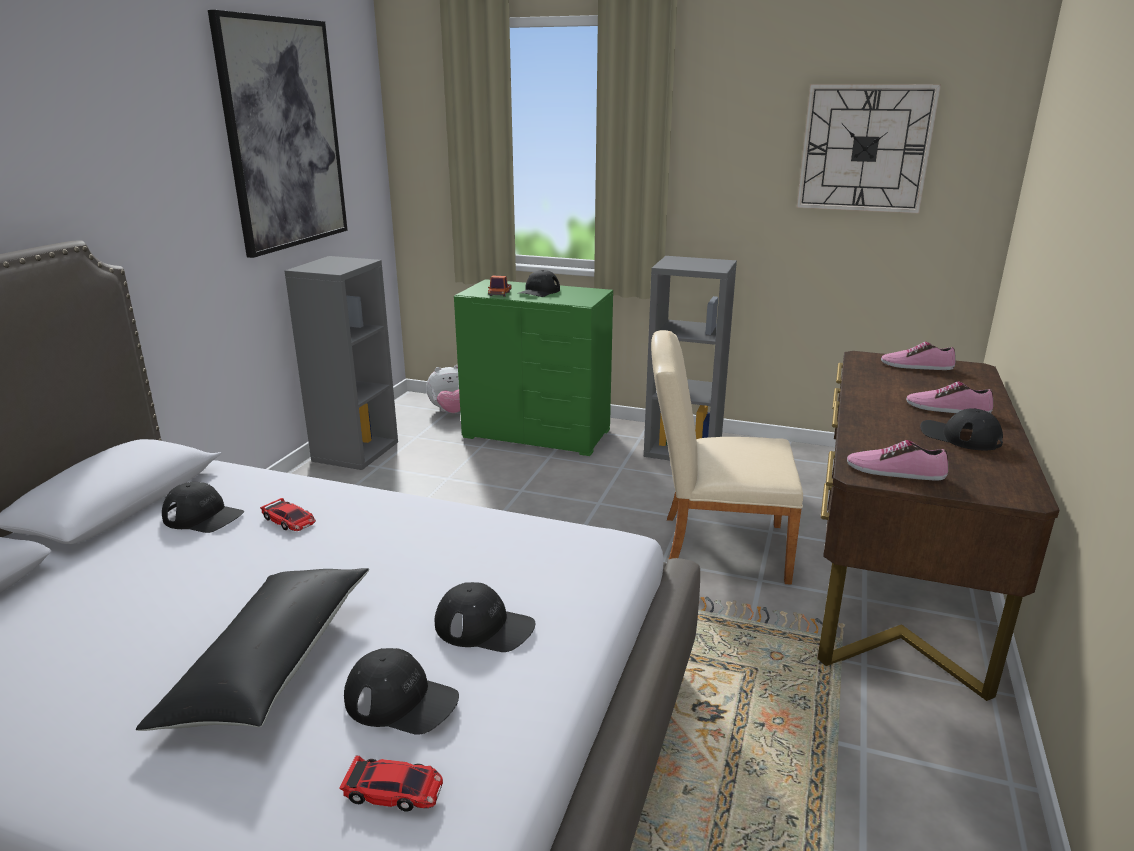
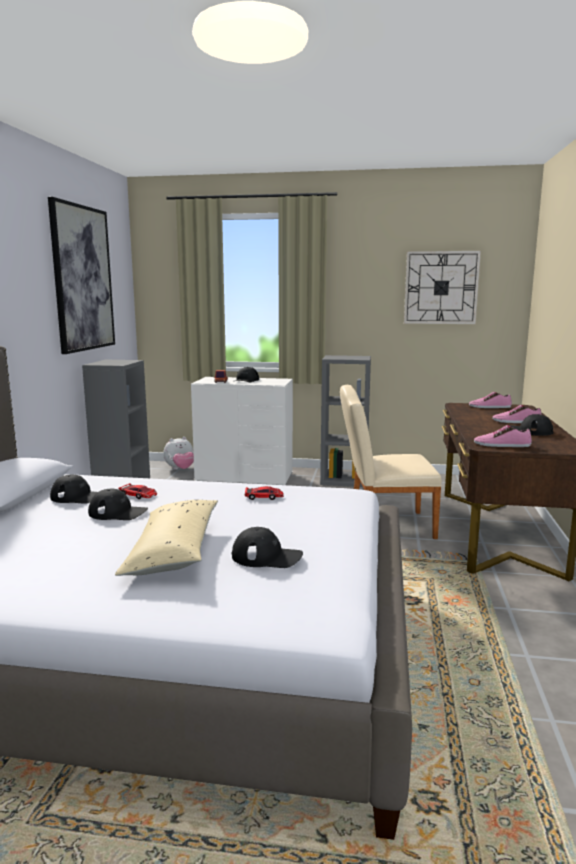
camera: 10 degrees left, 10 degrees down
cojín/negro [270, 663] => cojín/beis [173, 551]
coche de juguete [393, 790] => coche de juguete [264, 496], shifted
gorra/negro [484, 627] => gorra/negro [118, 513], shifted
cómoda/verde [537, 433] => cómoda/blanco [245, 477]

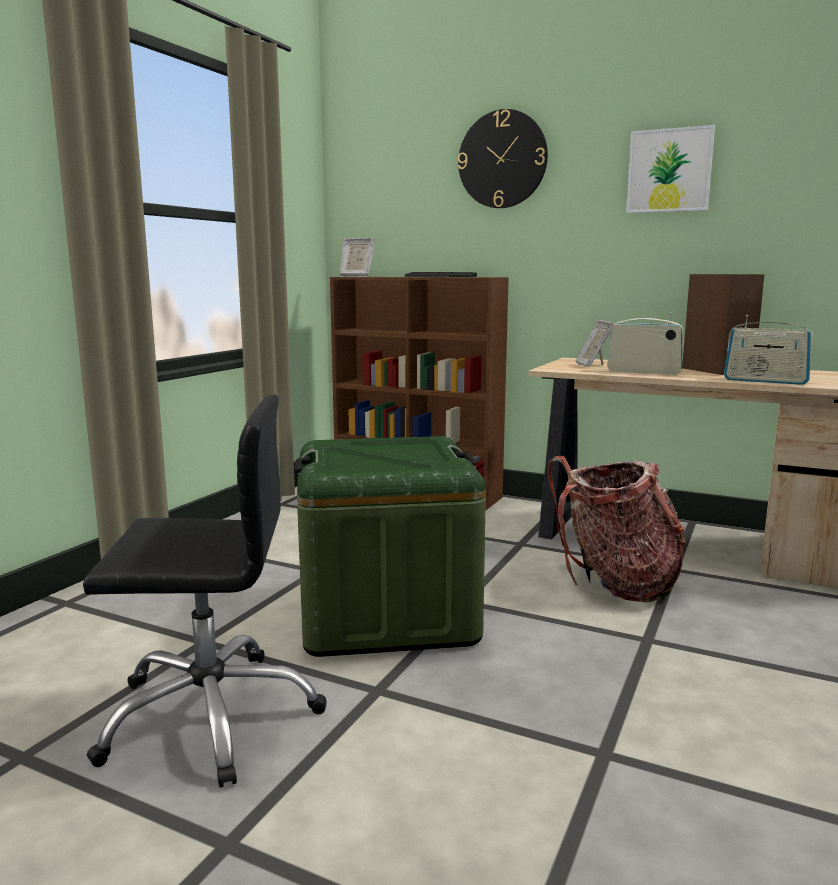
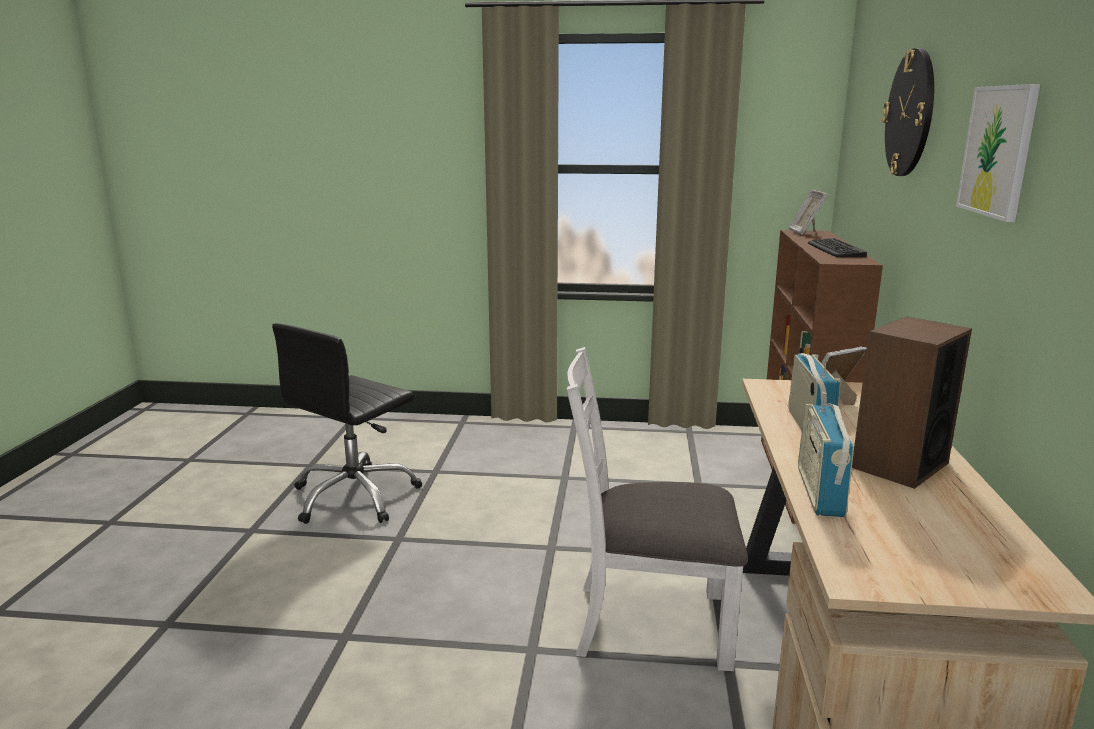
camera: 70 degrees right, 5 degrees up
silla de oficina/negro [211, 715] => silla de oficina/negro [355, 496], 60 degrees clockwise
caja de almacenaje/verde [387, 613] => nothing
mochila [615, 584] => silla/blanco [650, 623]

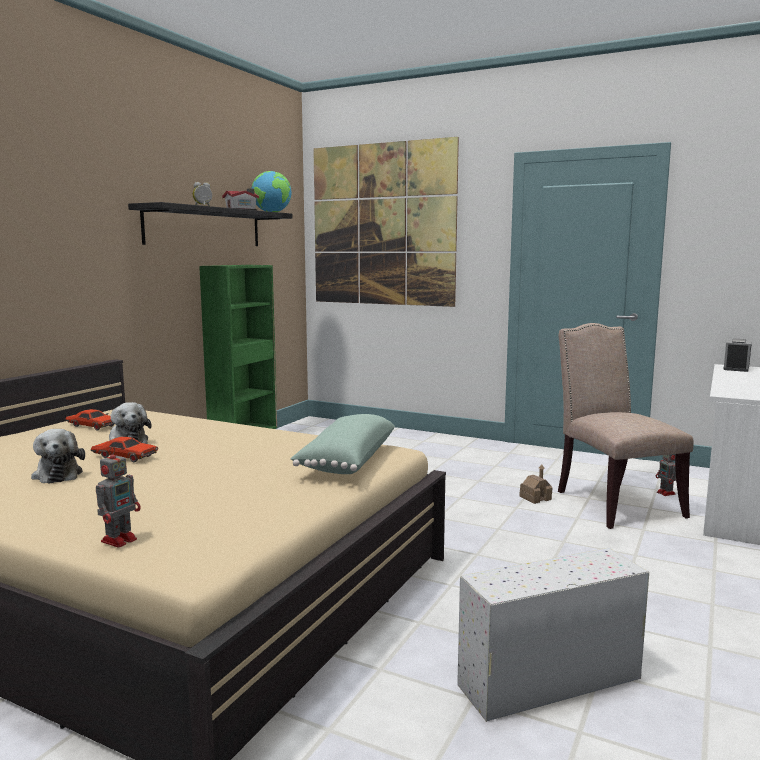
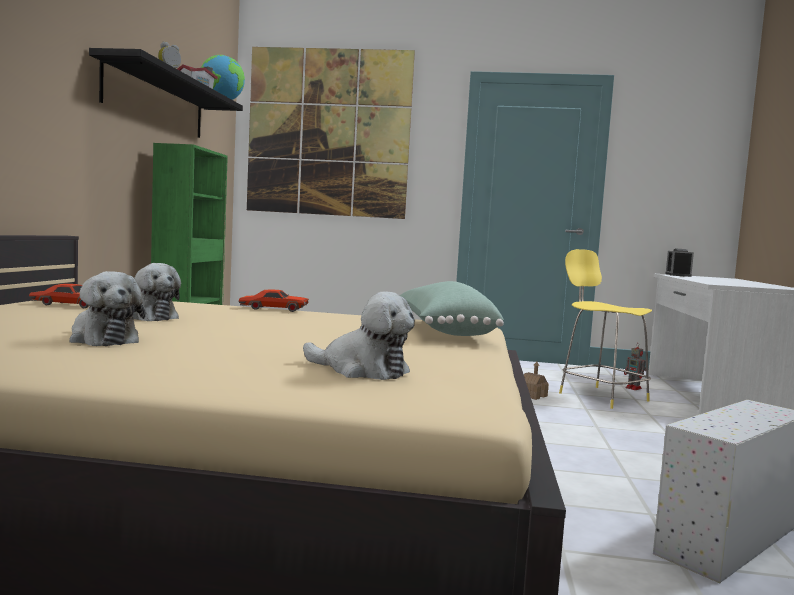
camera: 20 degrees left, 5 degrees down
coche de juguete/rojo [124, 457] => coche de juguete/rojo [273, 309], shifted
robot de juguete [120, 539] => nothing
silla/beis [613, 502] => taburete/amarillo [600, 396]
nothing => peluche [362, 370]

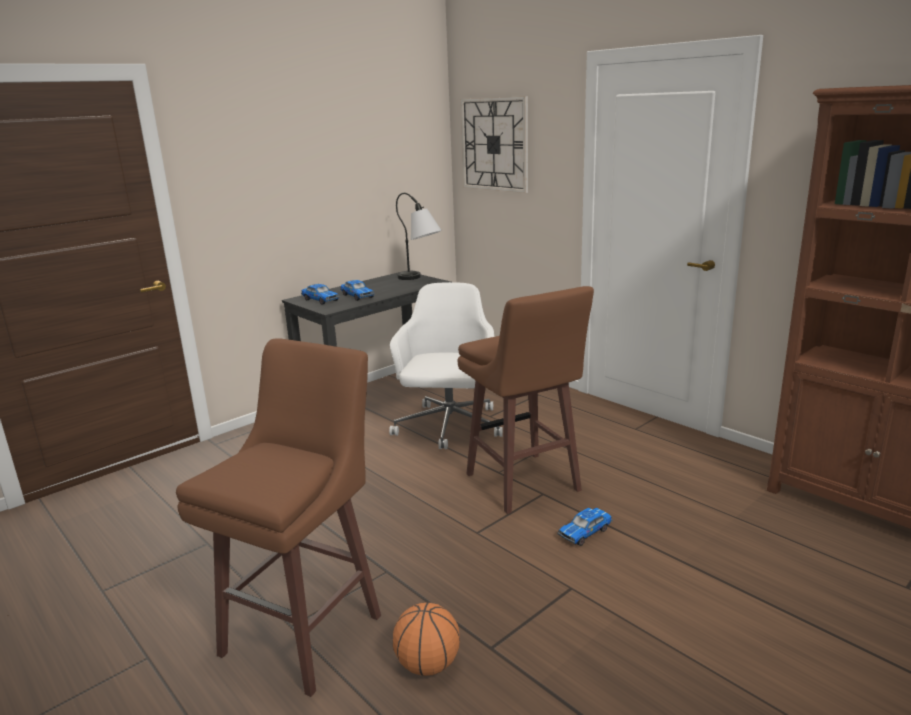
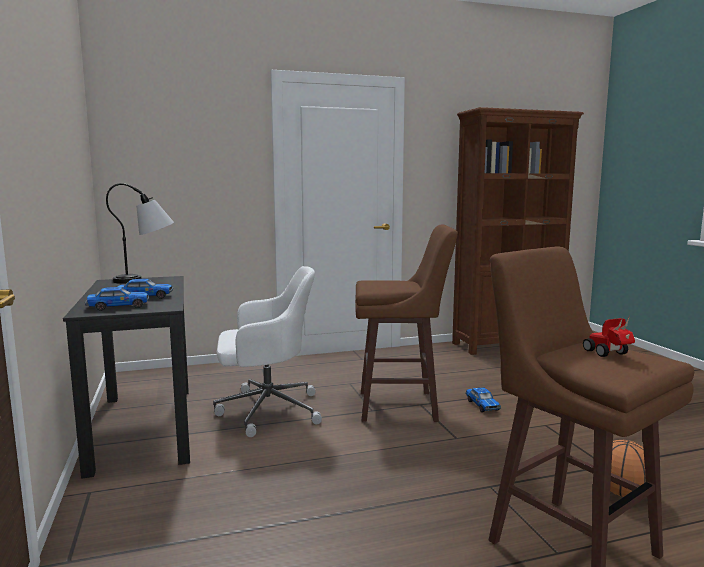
camera: 65 degrees left, 10 degrees down
silla de oficina/blanco [449, 427] => silla de oficina/blanco [266, 410], 135 degrees clockwise
reloj de pared [494, 144] => nothing
nothing => coche de juguete [609, 354]

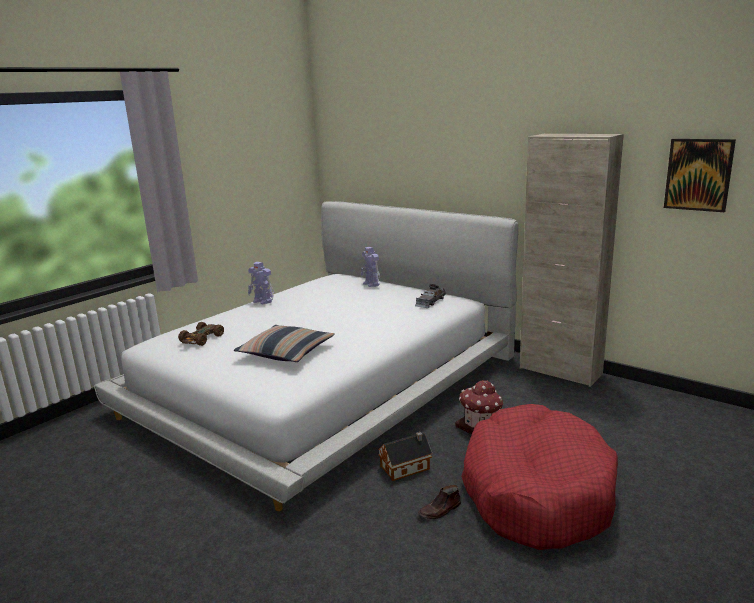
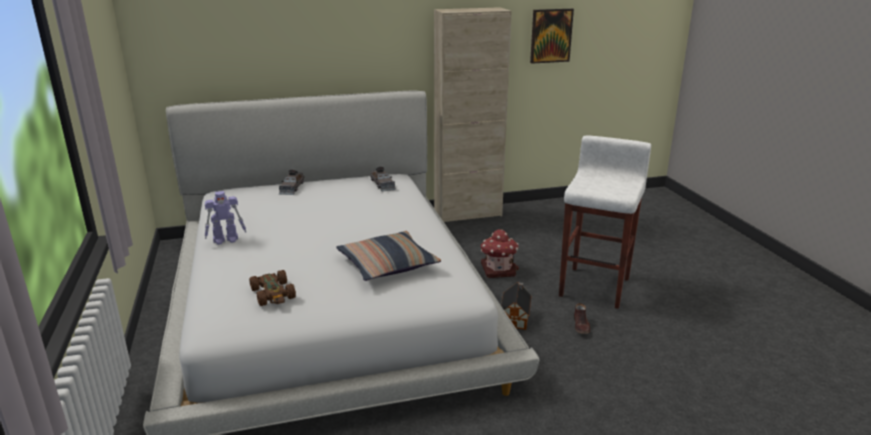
camera: 55 degrees left, 5 degrees up
robot de juguete [371, 284] => coche de juguete/gris [291, 188]
cama para perro/rojo [536, 491] => taburete/blanco [596, 286]

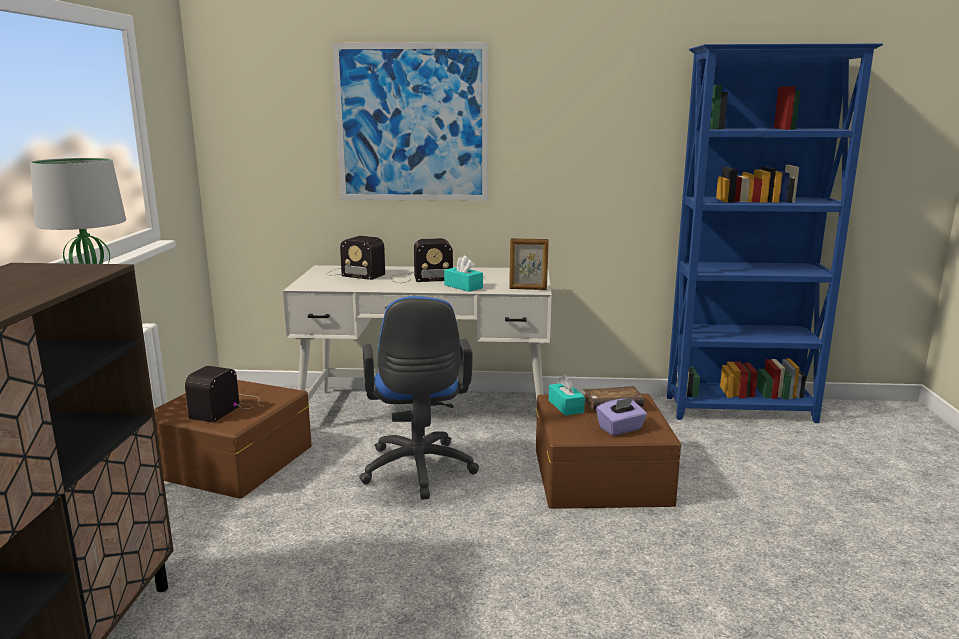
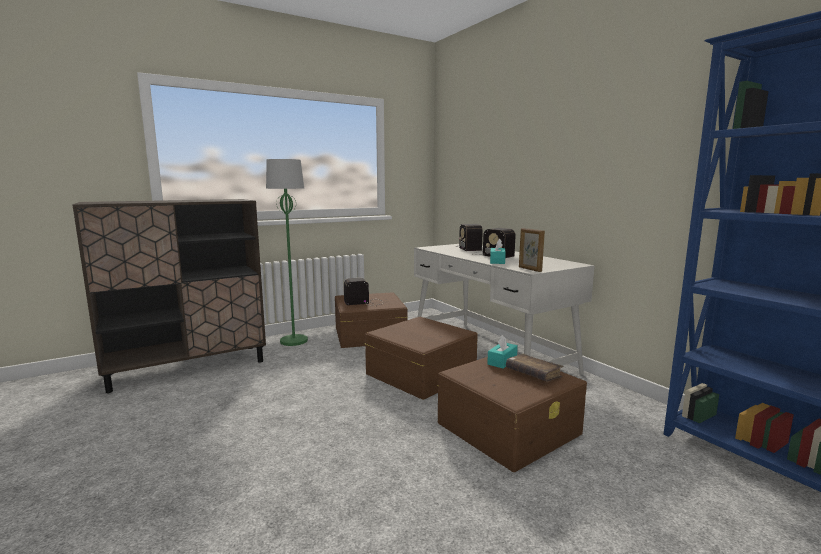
camera: 55 degrees right, 5 degrees down
cuadro [412, 123] => nothing
silla de oficina/azul [418, 472] => caja de almacenaje/marrón [420, 373]
caja de pañuelos/morado [620, 429] => nothing

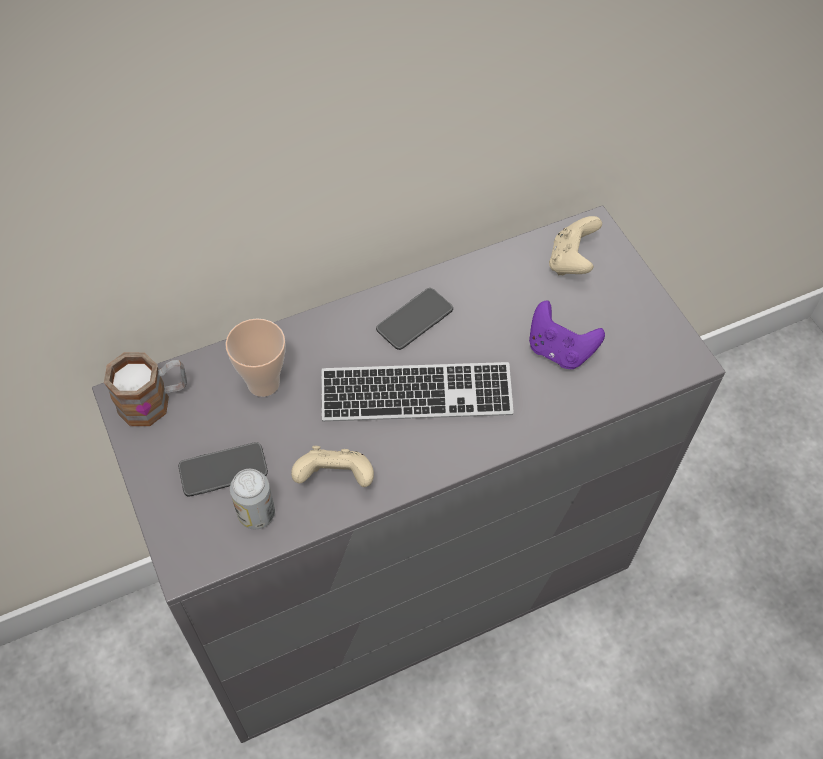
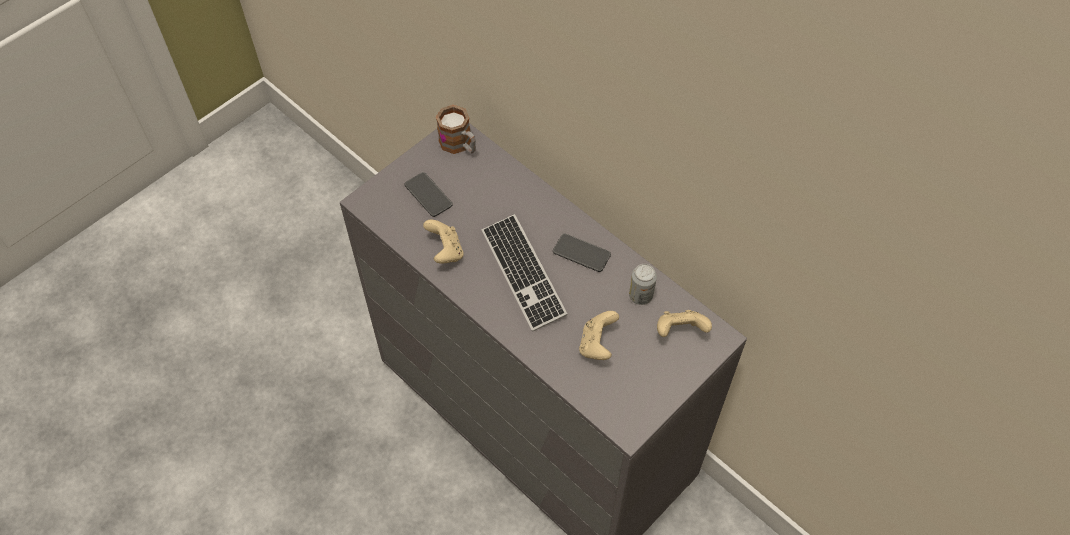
camera: 70 degrees right, 0 degrees up
taza [263, 383] => nothing
lata [256, 514] => lata [640, 296], shifted
mando de consola/morado [559, 350] => mando de consola/beis [597, 344]

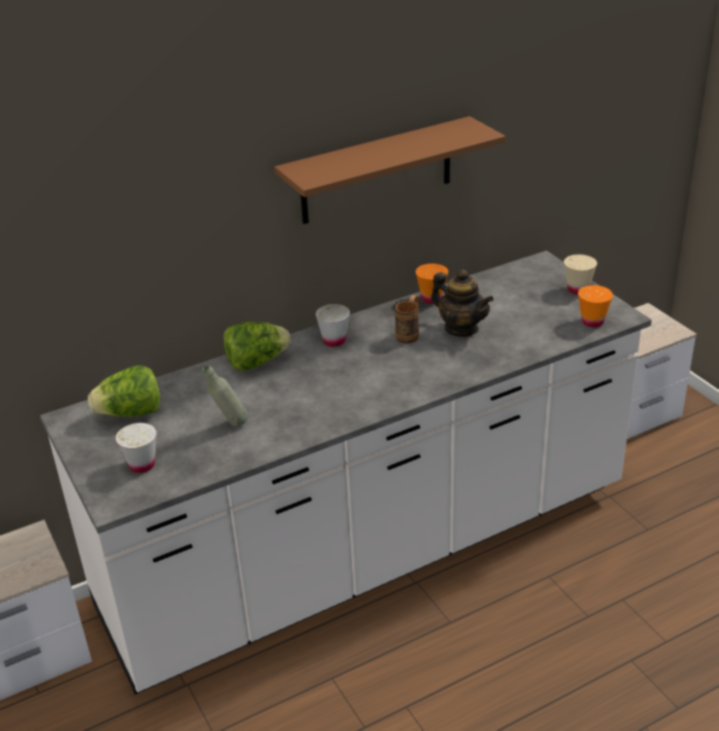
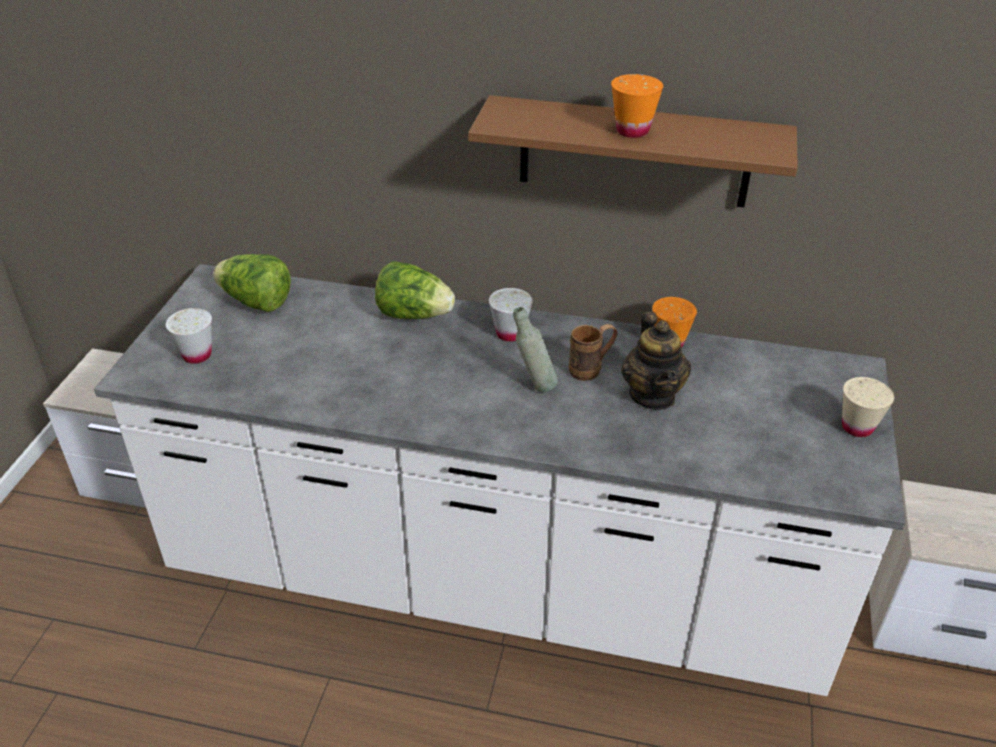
camera: 40 degrees right, 5 degrees up
botella/gris [229, 425] => botella/gris [534, 386], shifted
taza/naranja [592, 321] => taza/naranja [632, 131], shifted

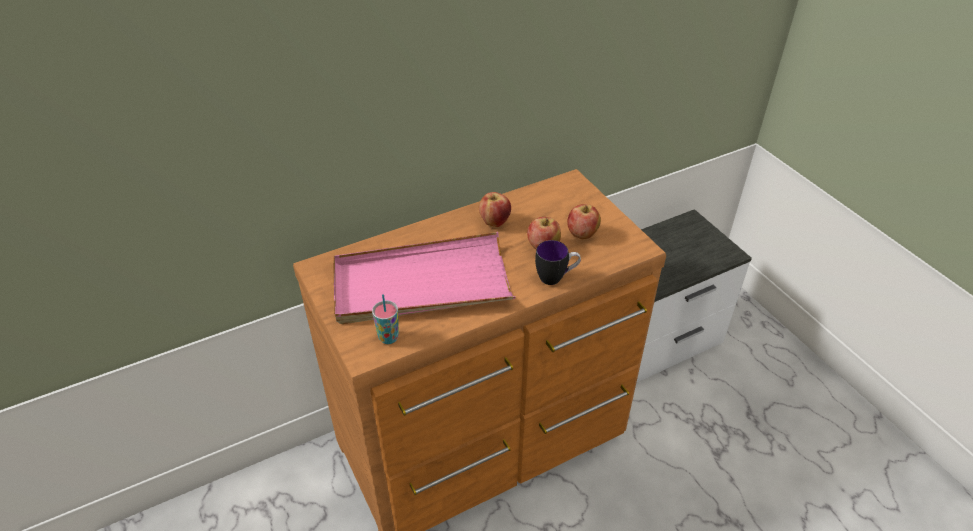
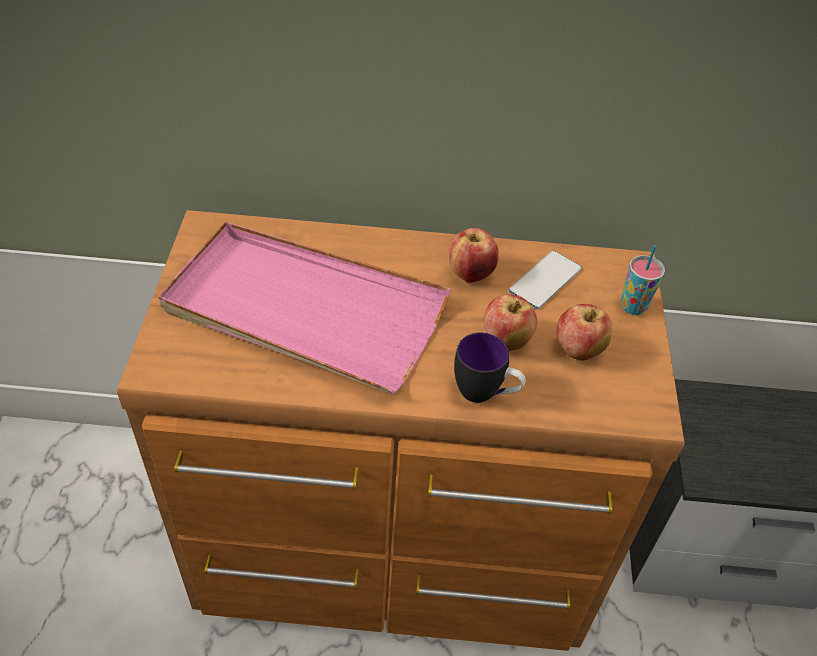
camera: 30 degrees right, 5 degrees up
taza [388, 337] => taza [633, 306], shifted
nothing => móvil [545, 280]

